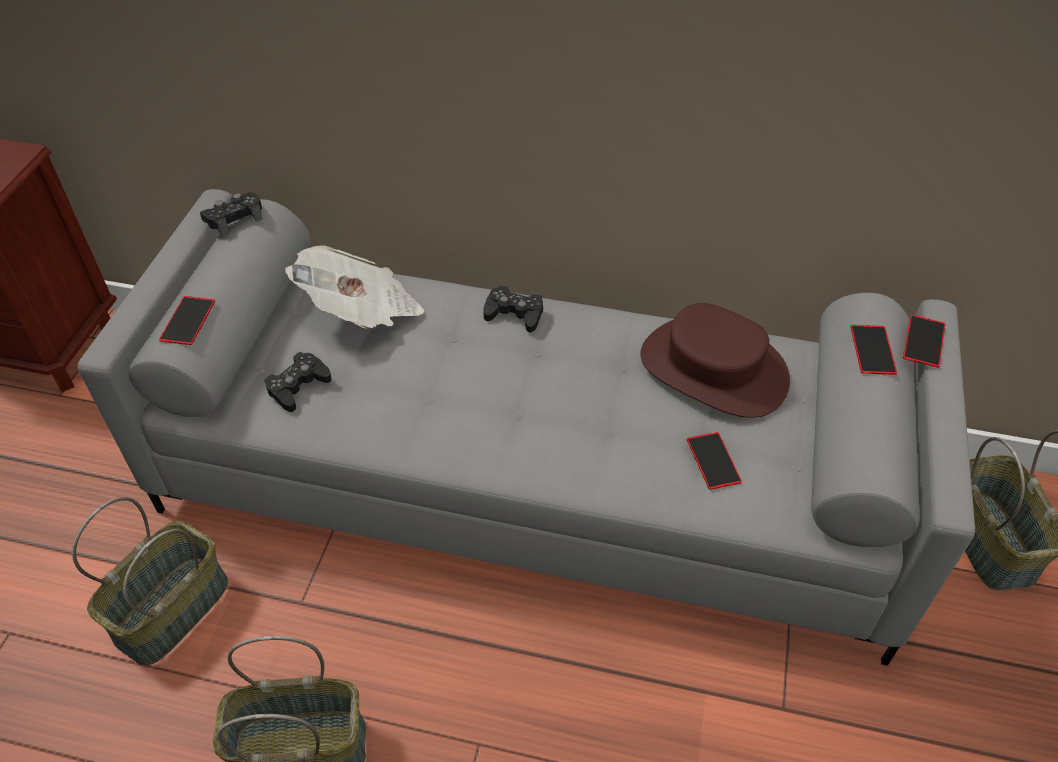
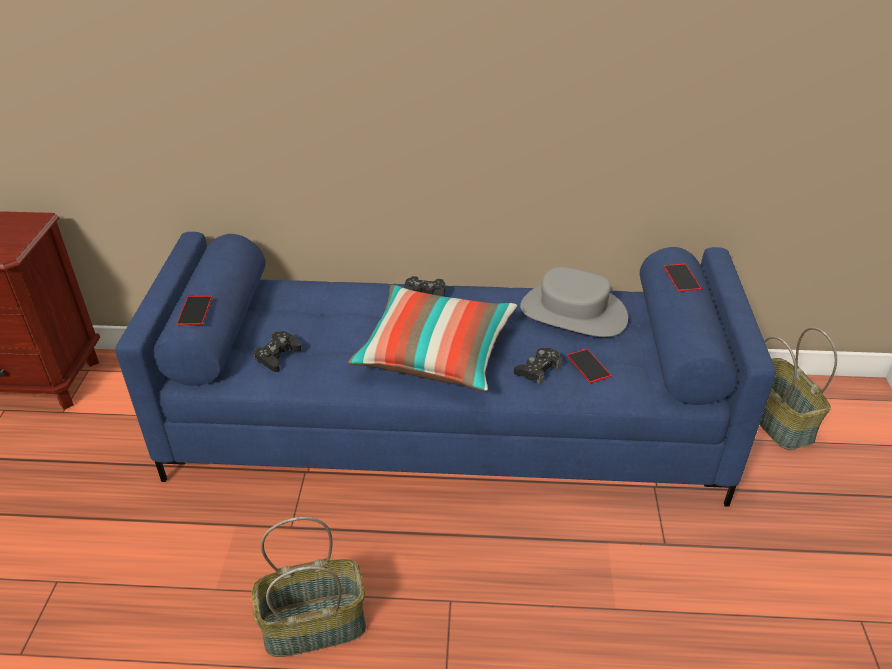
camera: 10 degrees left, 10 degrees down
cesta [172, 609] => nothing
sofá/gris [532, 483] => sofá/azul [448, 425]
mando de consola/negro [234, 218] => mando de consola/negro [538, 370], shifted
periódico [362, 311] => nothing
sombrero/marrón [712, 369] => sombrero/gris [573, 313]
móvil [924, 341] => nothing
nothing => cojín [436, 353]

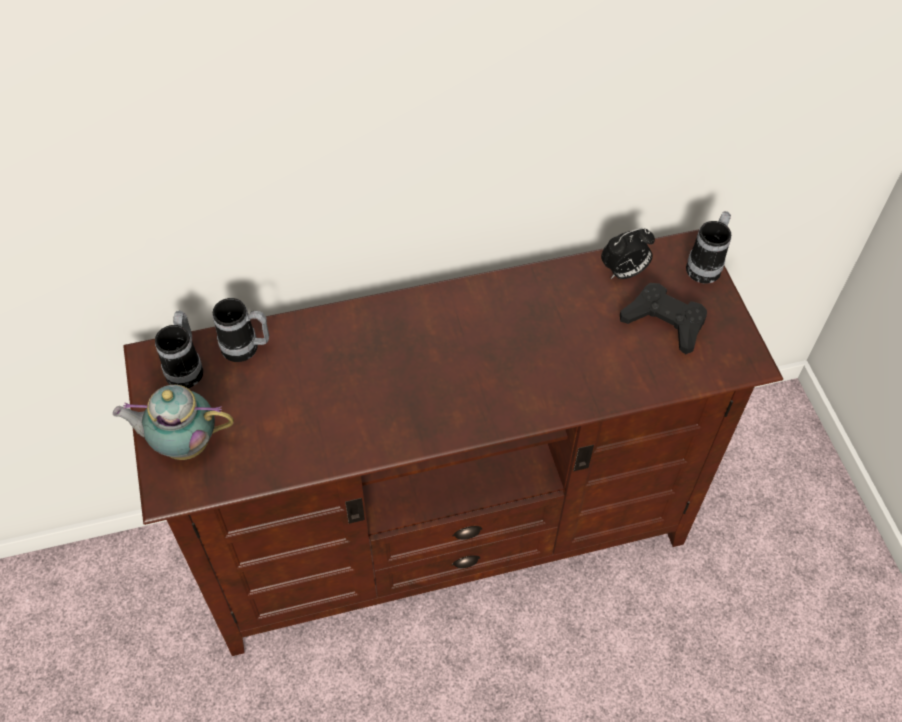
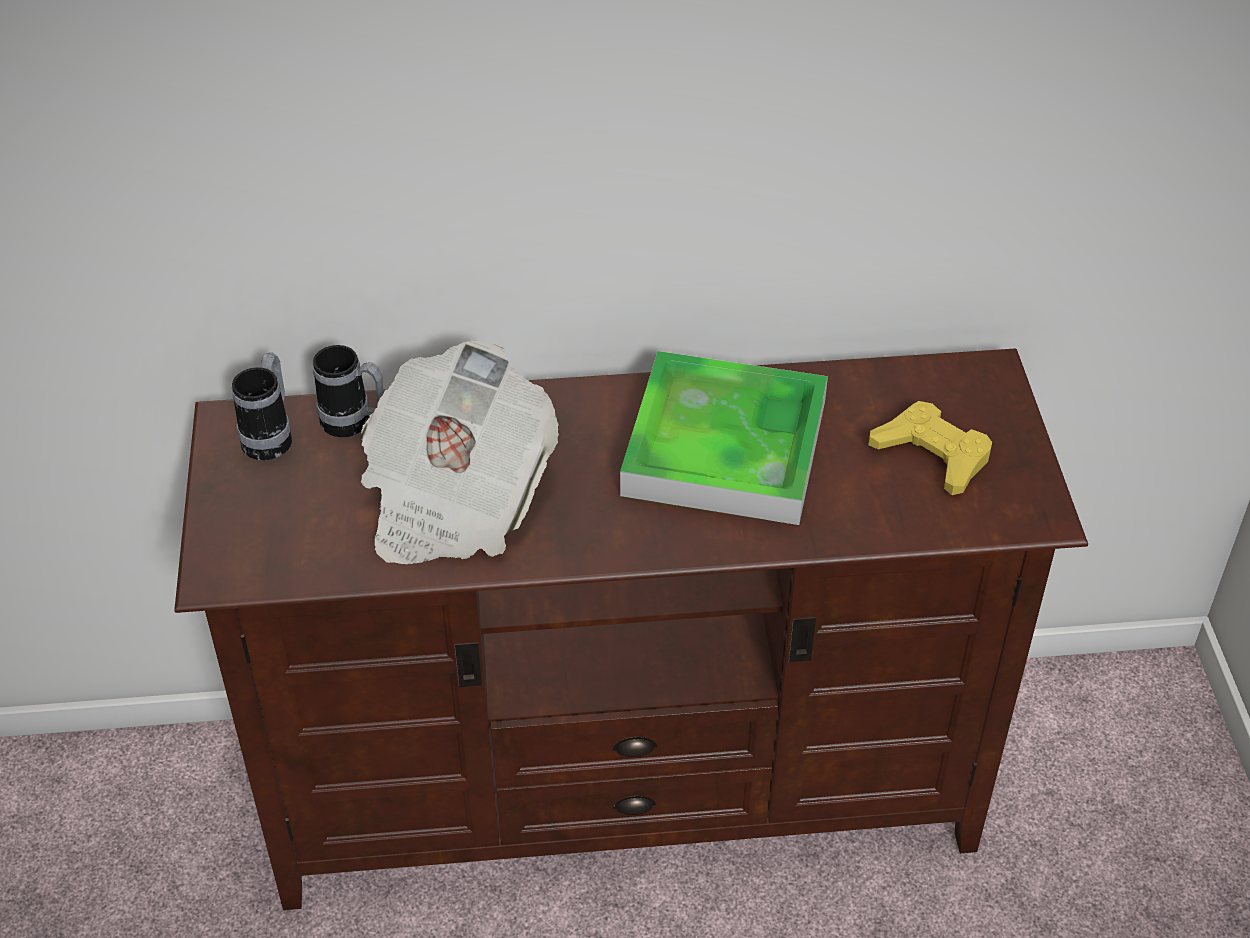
camera: 10 degrees right, 10 degrees down
tetera [183, 444] => nothing
despertador [623, 272] => nothing
mando de consola/negro [664, 322] => mando de consola/amarillo [932, 455]
taza grande [706, 266] => nothing
nothing => periódico [454, 497]
nothing => bandeja [725, 447]

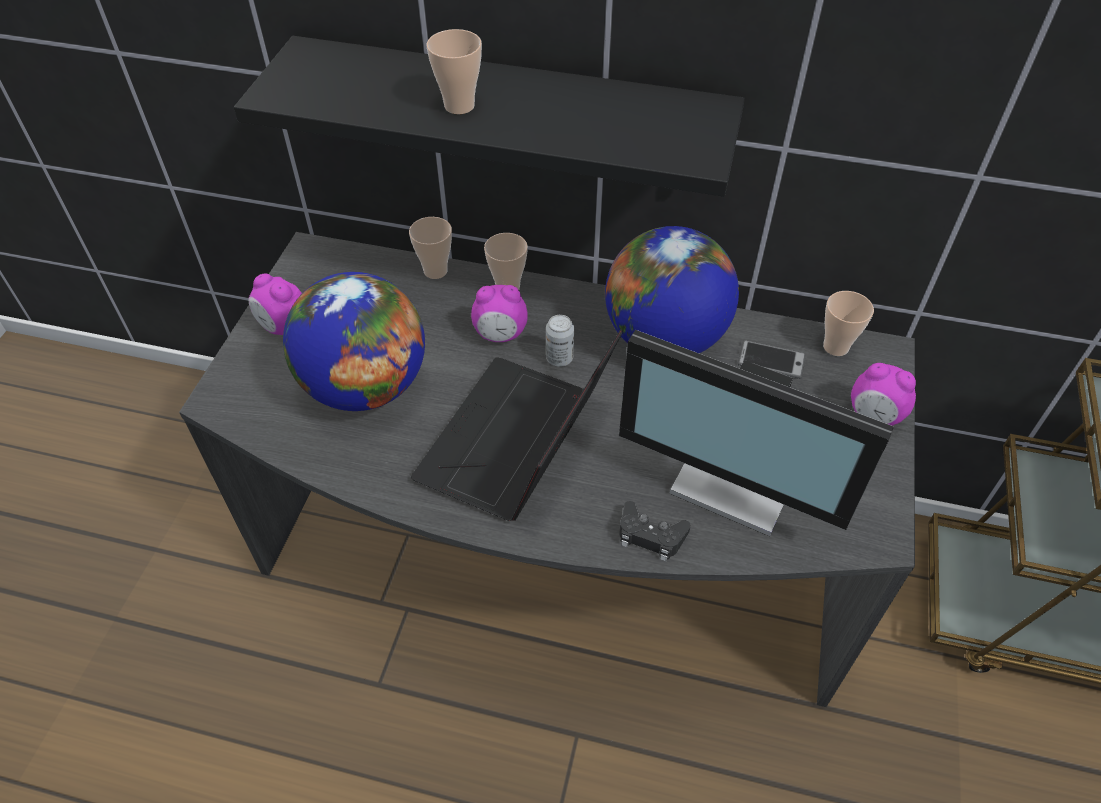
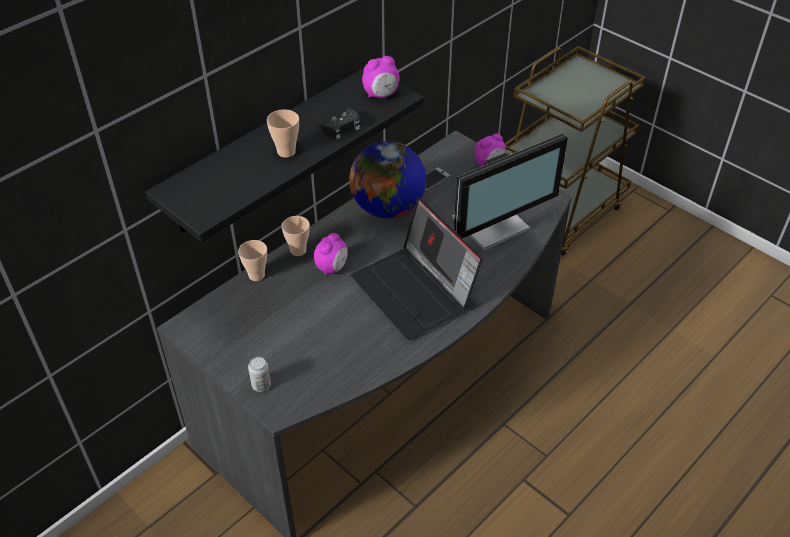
camera: 60 degrees left, 5 degrees down
despertador [284, 327] => despertador [381, 95], shifted
globo terráqueo [365, 386] => nothing
lata [559, 358] => lata [261, 385], shifted
mando de consola/negro [650, 535] => mando de consola/negro [341, 127], shifted
taza [836, 347] => nothing

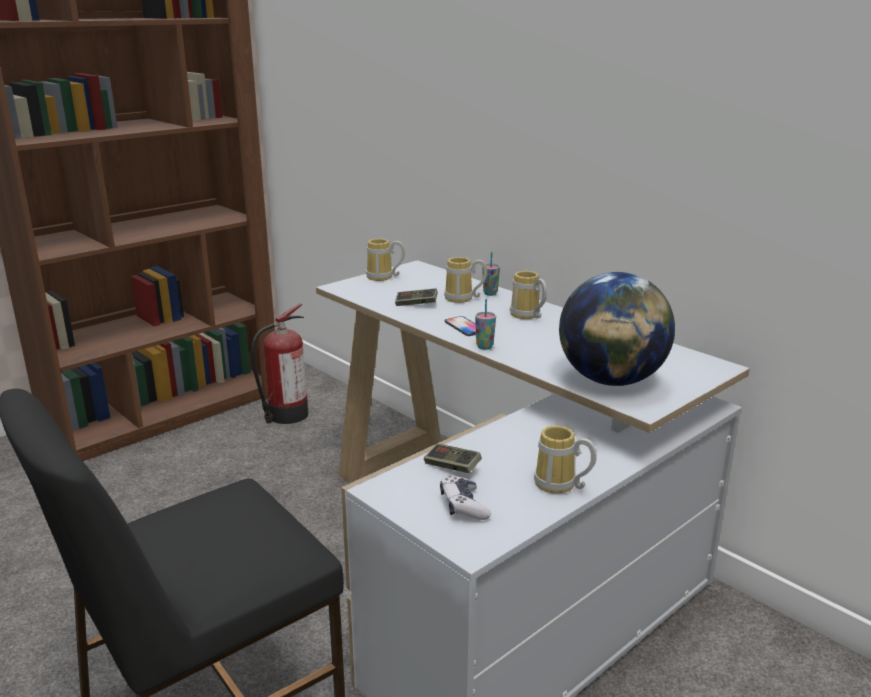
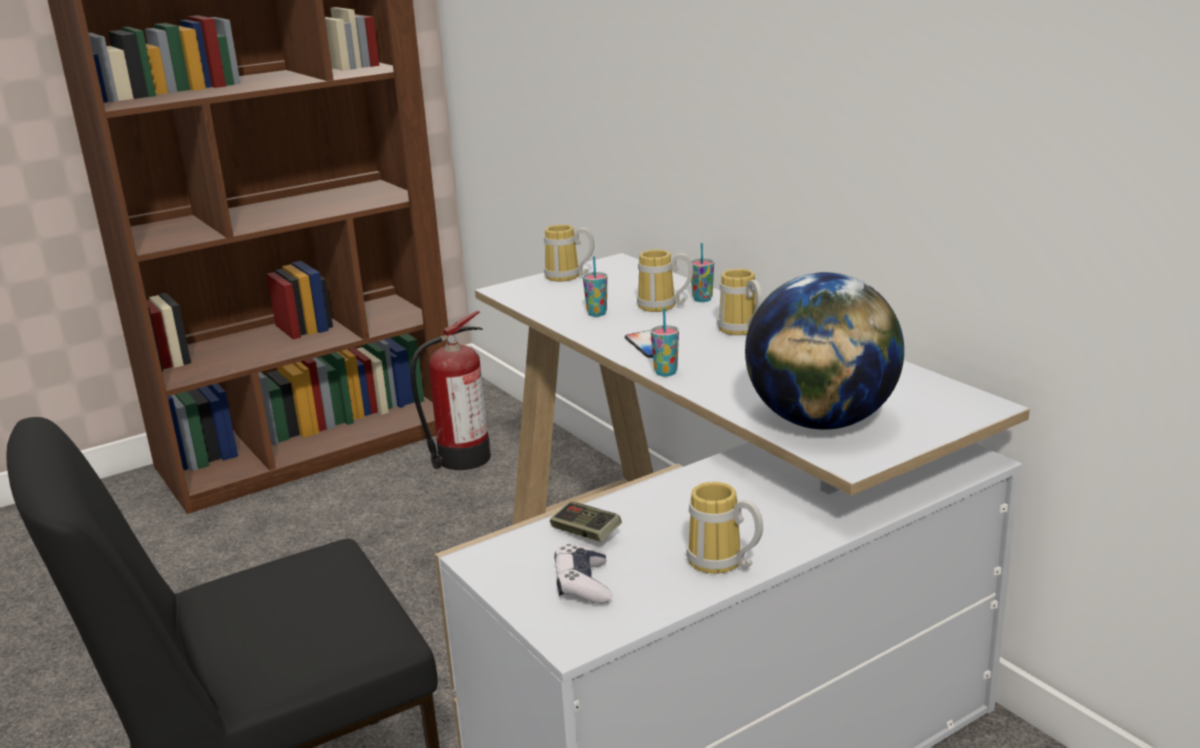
camera: 10 degrees right, 0 degrees up
mando de consola [416, 304] => taza [597, 314]

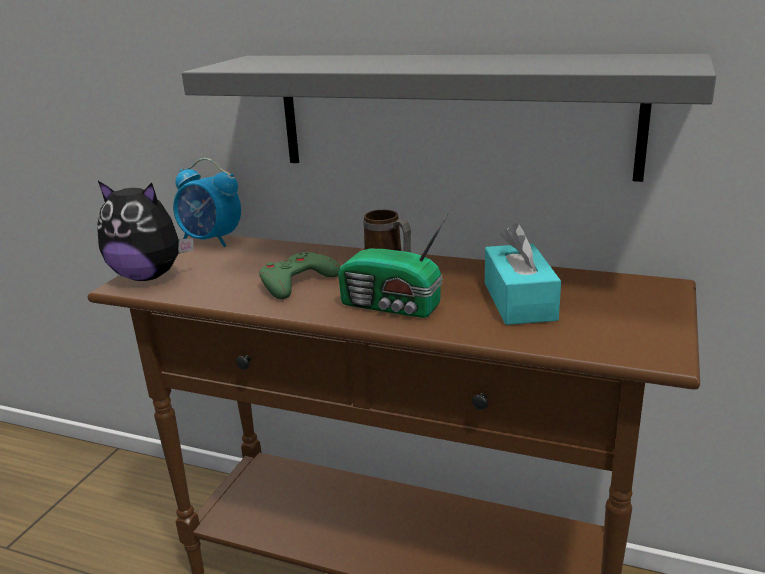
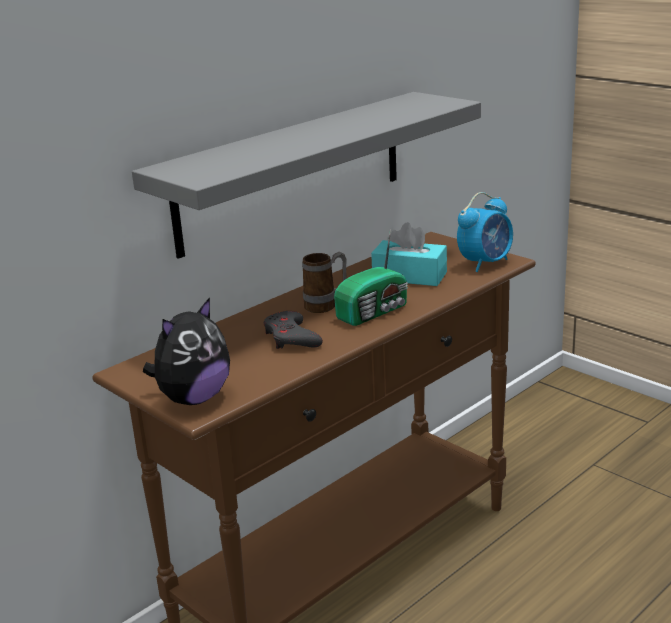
camera: 65 degrees left, 0 degrees up
despertador [211, 240] => despertador [485, 263], shifted
mando de consola/verde [297, 282] => mando de consola/gris [291, 337]

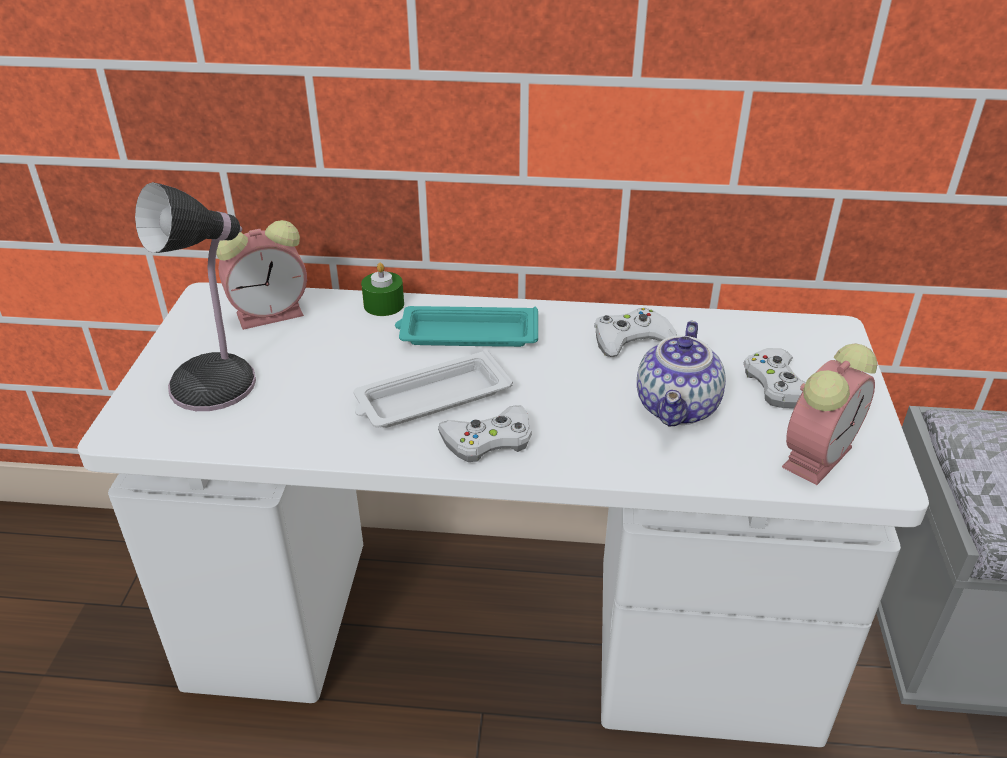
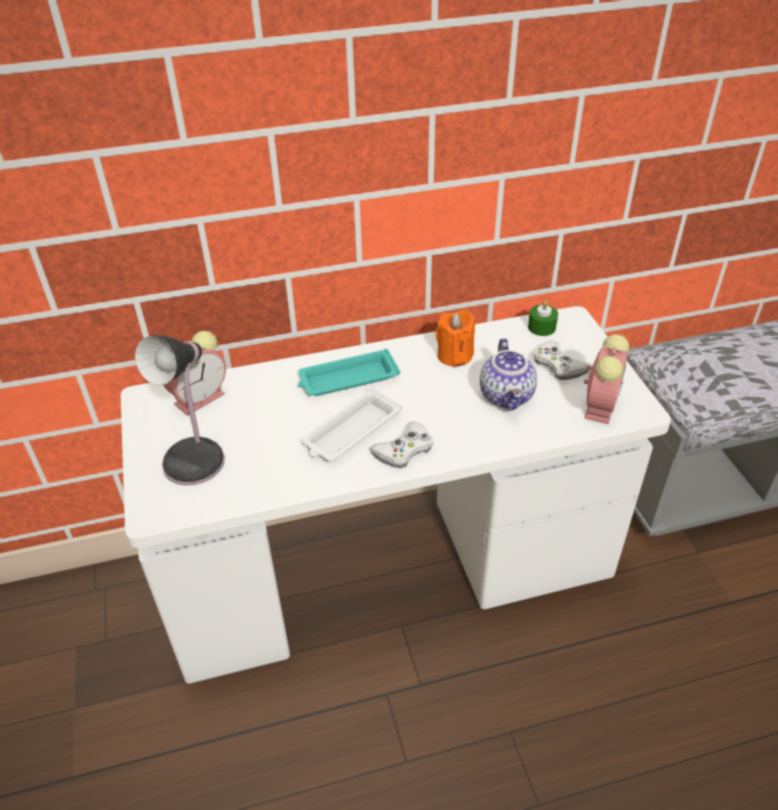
camera: 20 degrees left, 5 degrees up
vela/verde [384, 305] => vela/verde [541, 327], shifted
mando de consola/blanco [631, 339] => vela/naranja [454, 356]

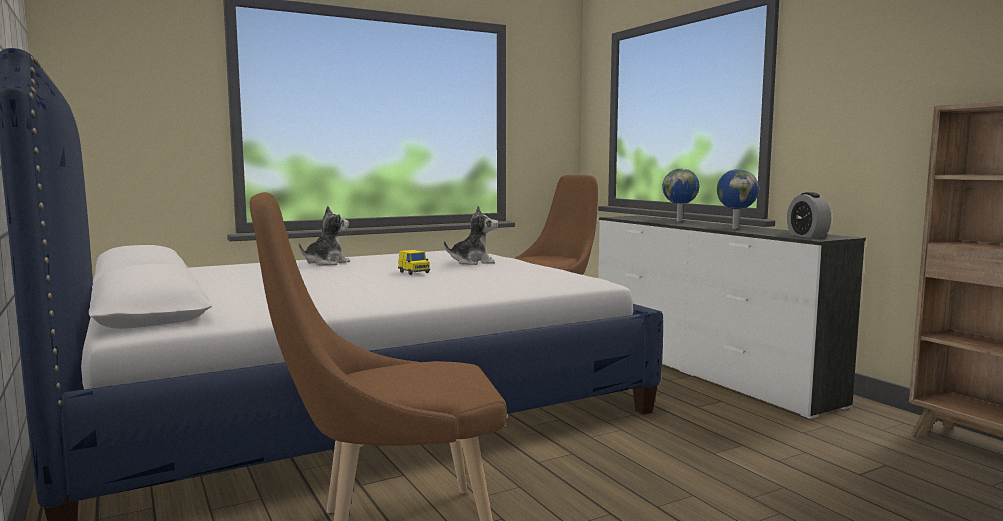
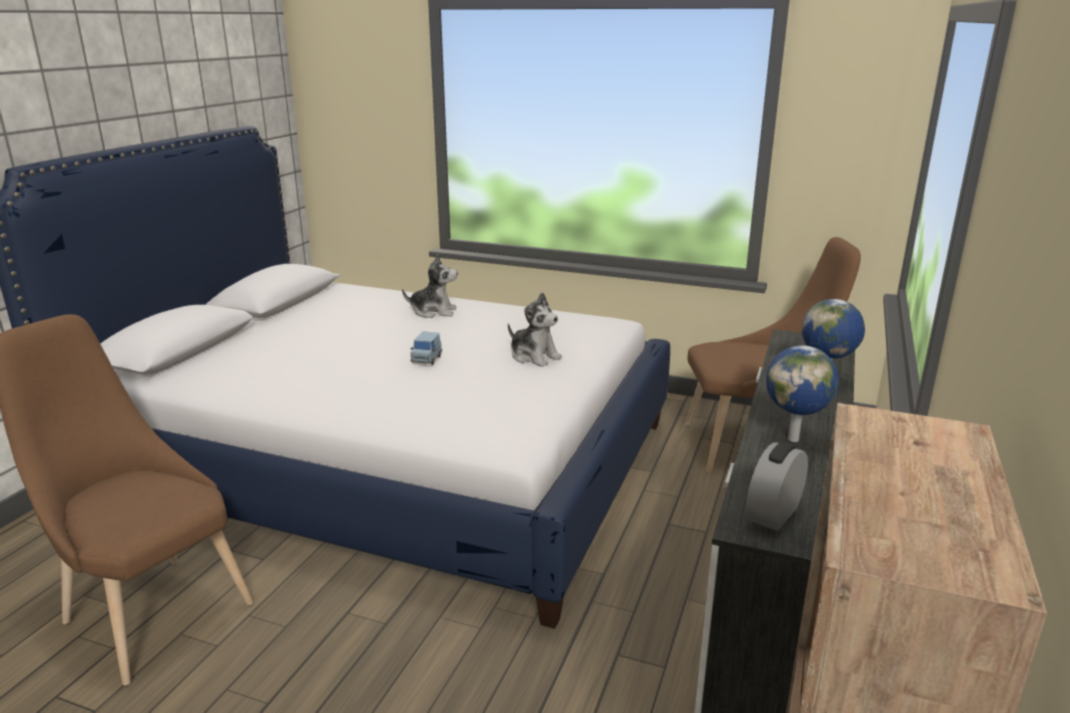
camera: 50 degrees right, 15 degrees up
coche de juguete/amarillo [414, 272] => coche de juguete/azul [426, 359]

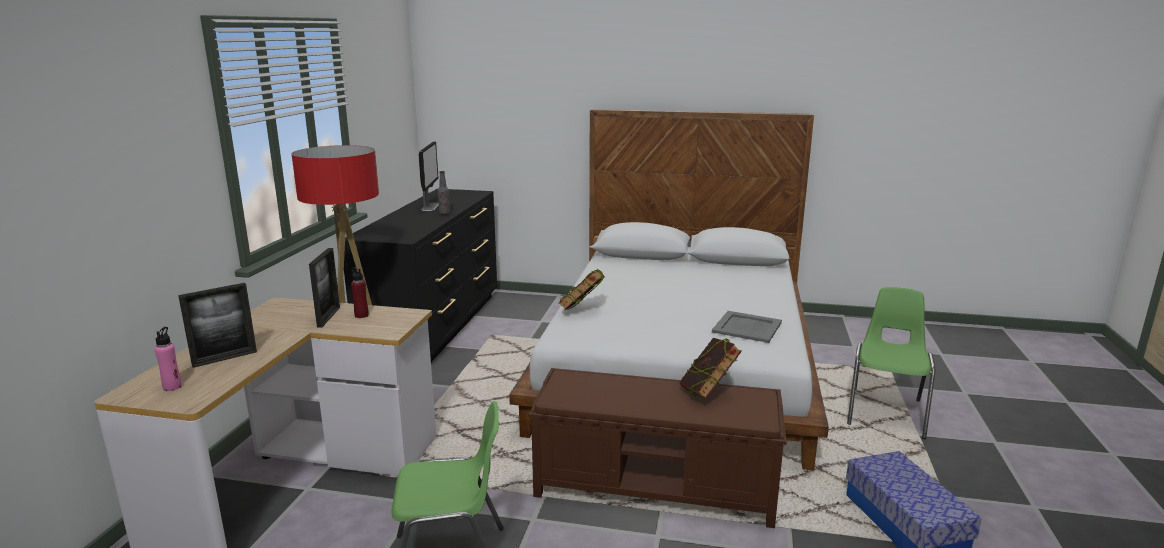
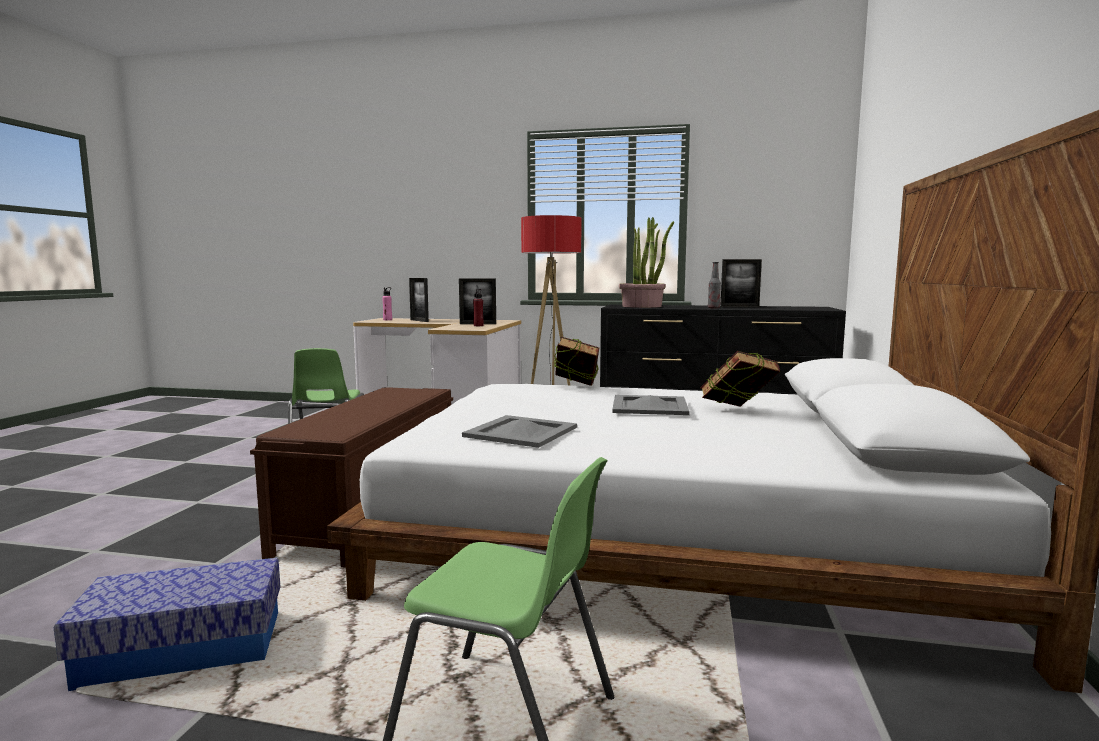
camera: 90 degrees right, 10 degrees down
monitor [430, 206] => portarretratos [739, 307]
libro [708, 393] => libro [737, 411], shifted
nothing => bandeja/gris [650, 406]
nothing => planta en maceta [642, 306]

